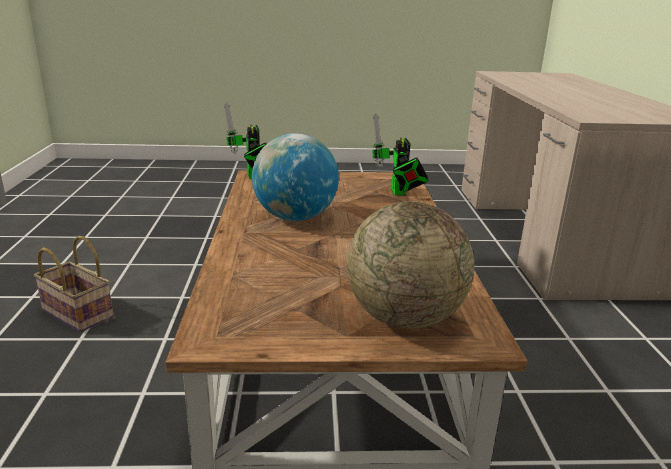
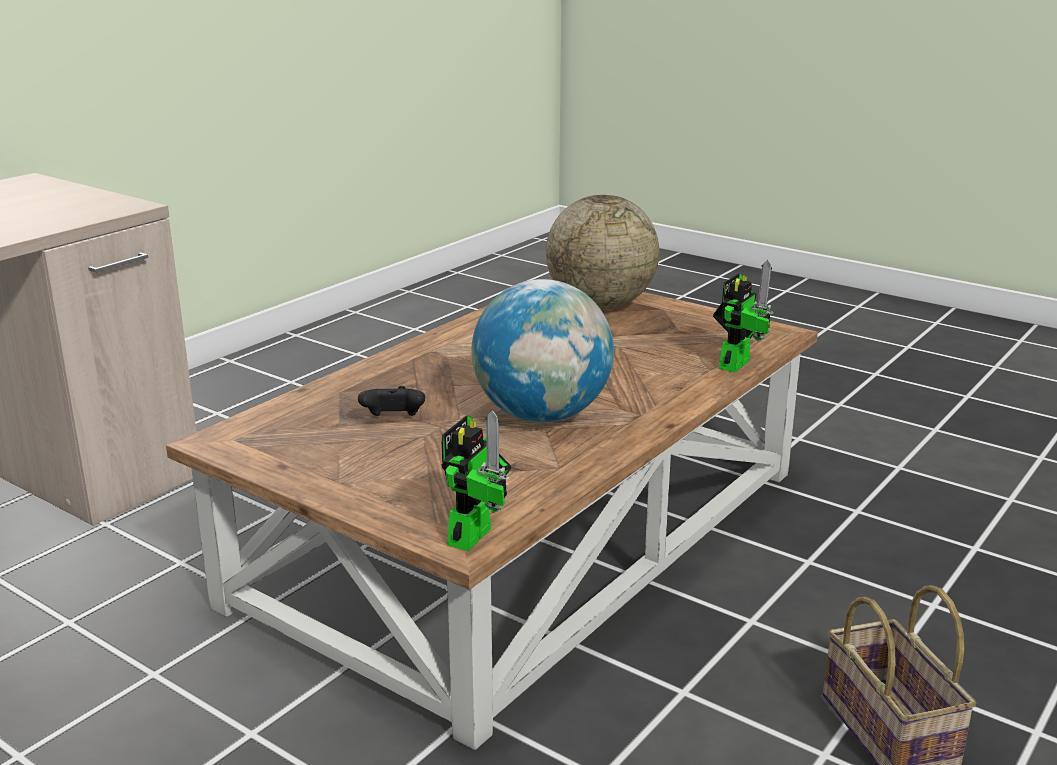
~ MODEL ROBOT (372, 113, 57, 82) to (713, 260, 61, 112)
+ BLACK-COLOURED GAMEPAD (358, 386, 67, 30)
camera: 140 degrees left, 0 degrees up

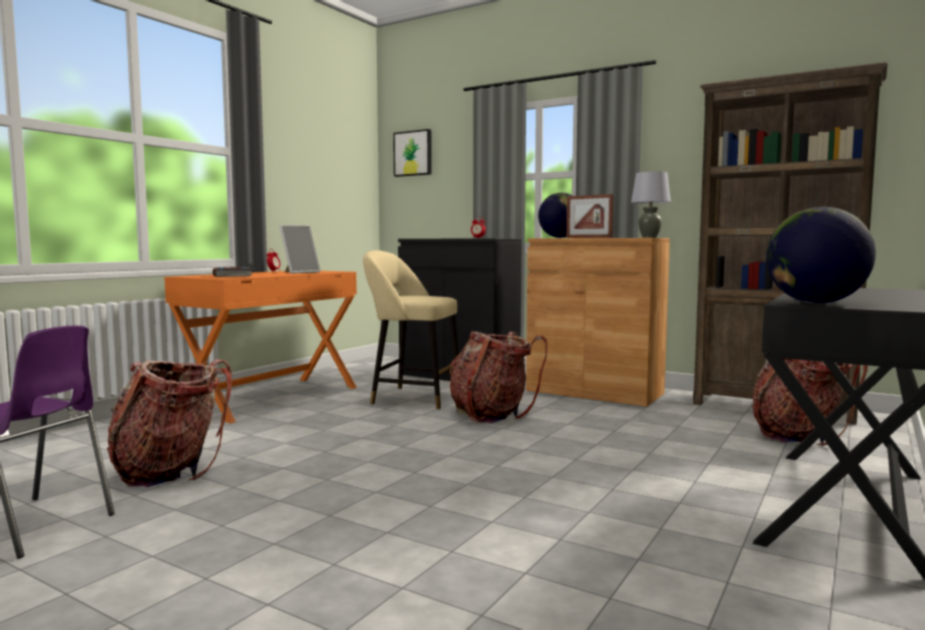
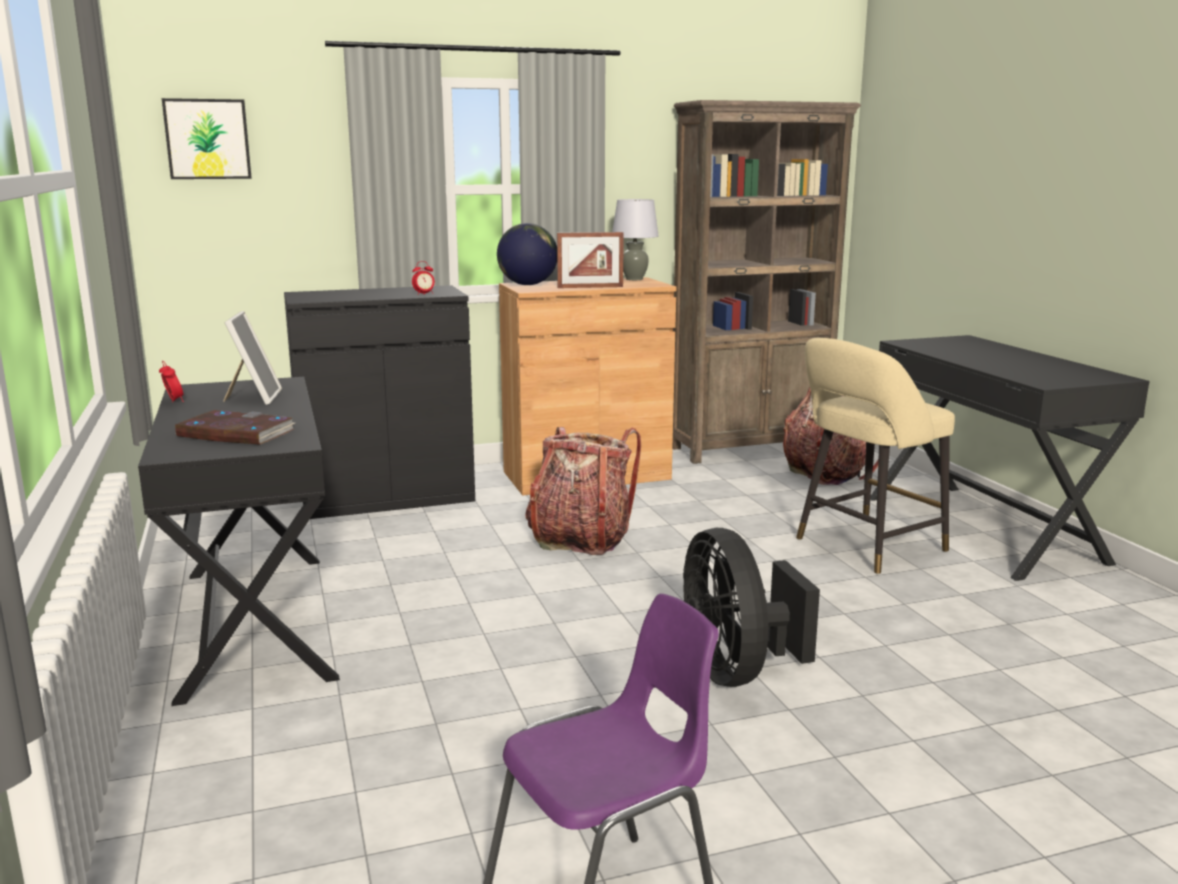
- KNAPSACK (107, 359, 125, 128)
~ ORANGE-COLOURED DESK TABLE (164, 271, 193, 152) to BLACK-COLOURED DESK TABLE (138, 377, 202, 329)
~ SAND-COLOURED STOOL (363, 250, 96, 160) to (796, 338, 159, 236)
- WORLD GLOBE (766, 207, 110, 97)
+ BLACK-COLOURED ELECTRIC FAN (683, 528, 137, 159)
camera: 50 degrees left, 10 degrees up

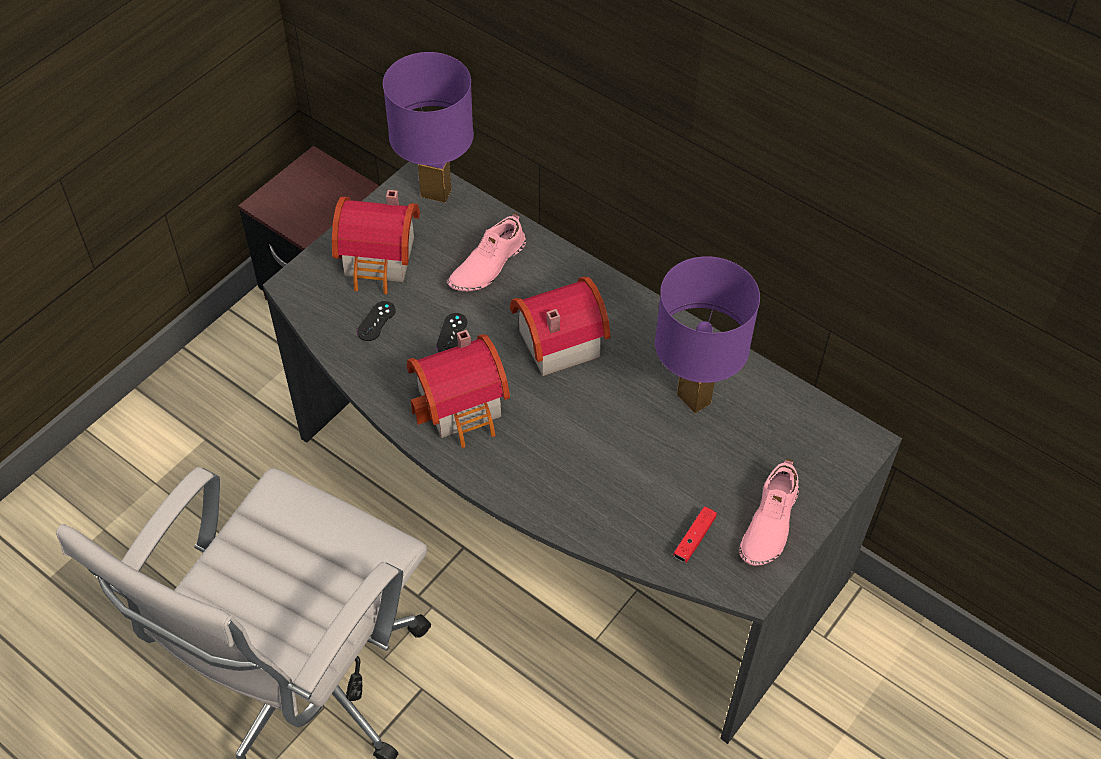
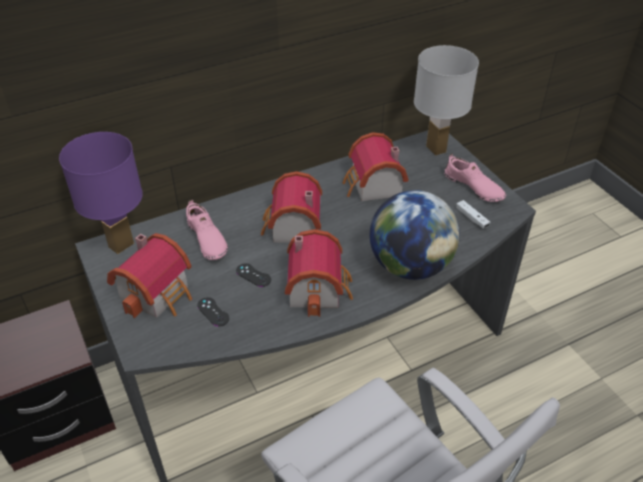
~ PURPLE-COLOURED LAMP FOR A TABLE (655, 256, 105, 157) to MINIATURE HOUSE (342, 132, 67, 69)
~ REDDISH GAMEPAD (673, 506, 44, 57) to WHITE-COLOURED GAMEPAD (456, 200, 34, 29)
+ WORLD GLOBE (370, 190, 90, 90)
+ WHITE-COLOURED LAMP FOR A TABLE (414, 45, 65, 111)
camera: 65 degrees left, 10 degrees down

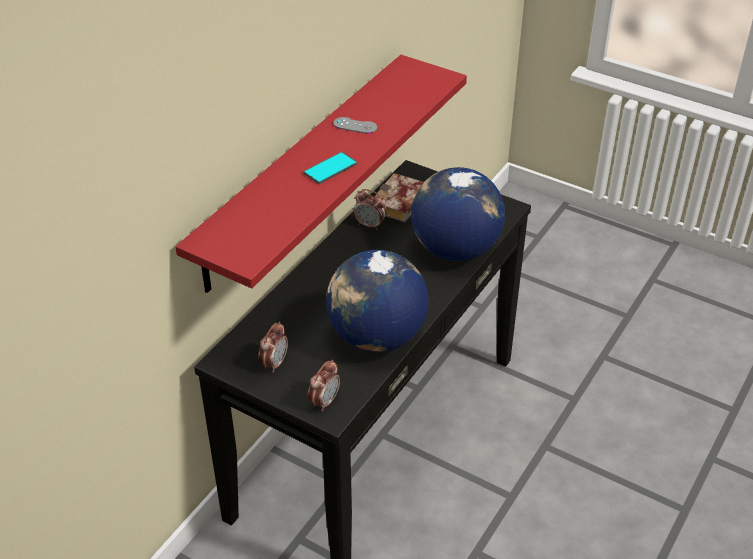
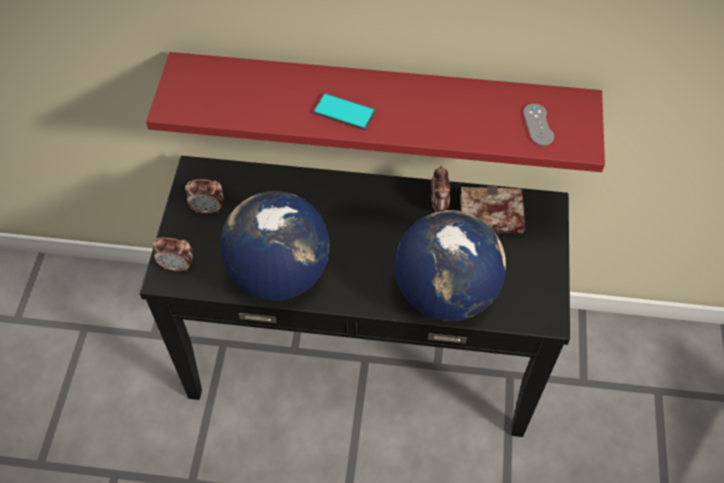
~ GREY GAMEPAD (334, 117, 43, 17) to (523, 104, 31, 42)
camera: 65 degrees right, 15 degrees up

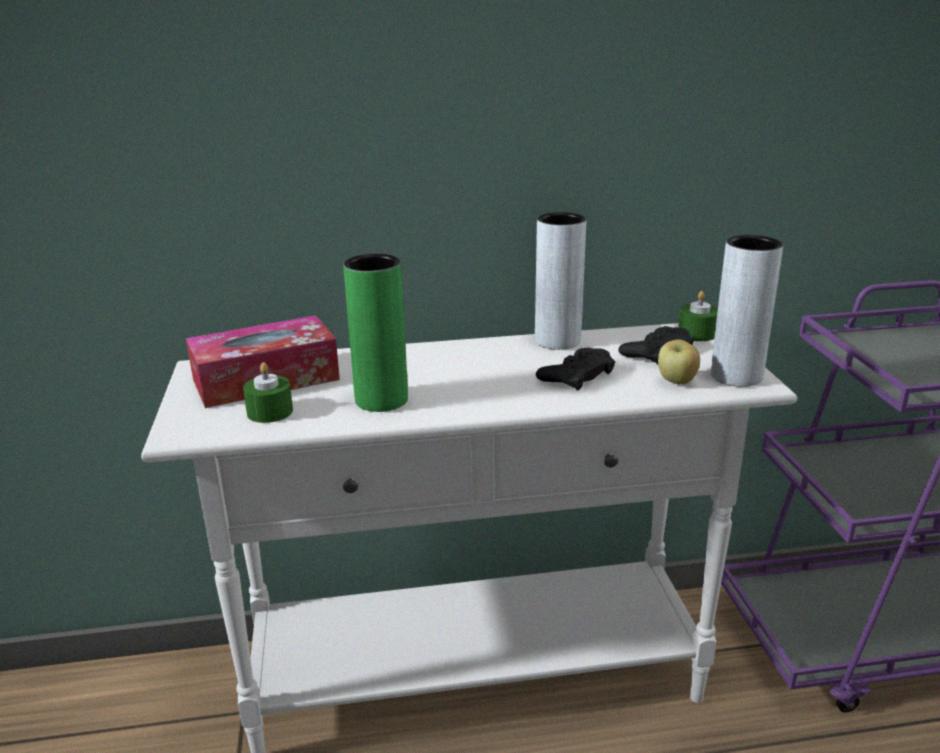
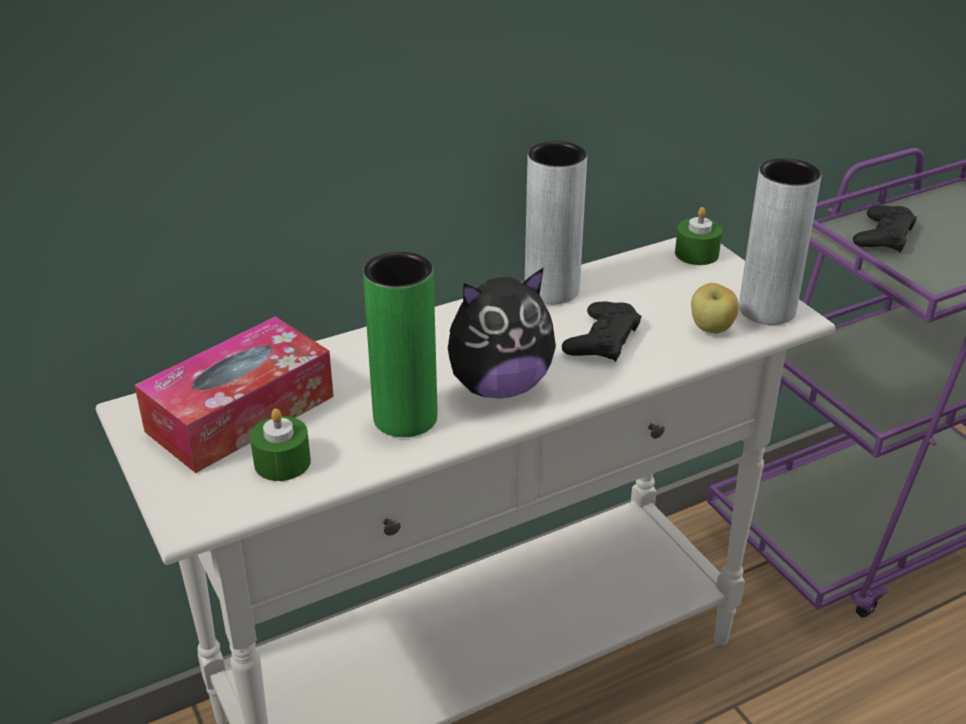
~ BLACK-COLOURED GAMEPAD (618, 326, 76, 38) to (853, 206, 64, 47)
+ PLUSH TOY (448, 267, 108, 132)
camera: 20 degrees left, 10 degrees up

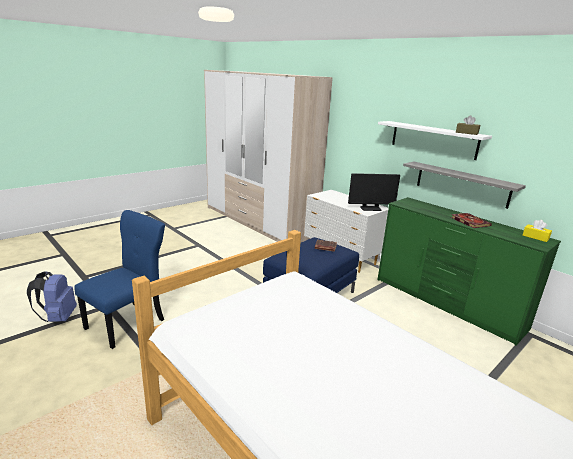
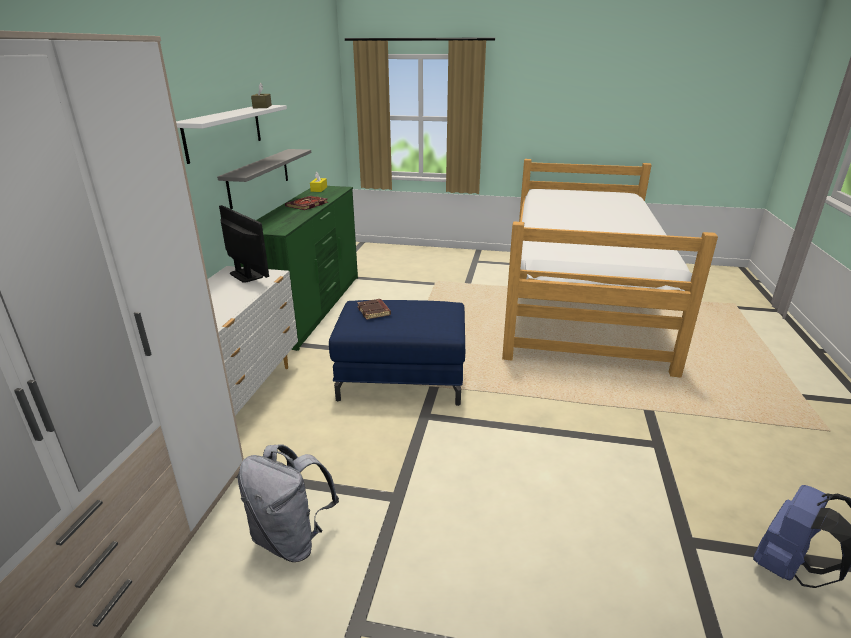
- BLUE-COLOURED CHAIR (74, 210, 91, 139)
+ GREY KNAPSACK (238, 444, 101, 118)
camera: 125 degrees left, 5 degrees up

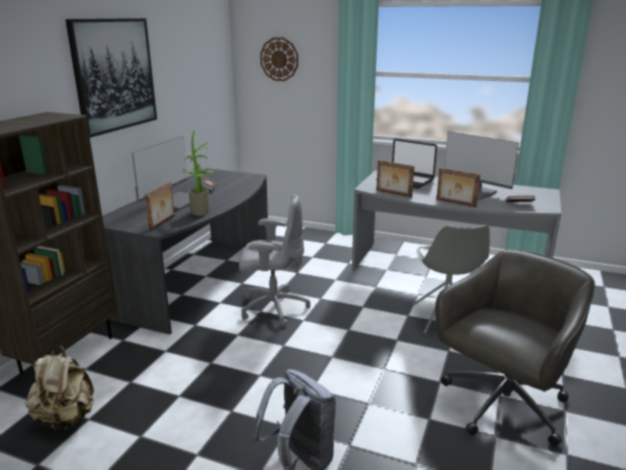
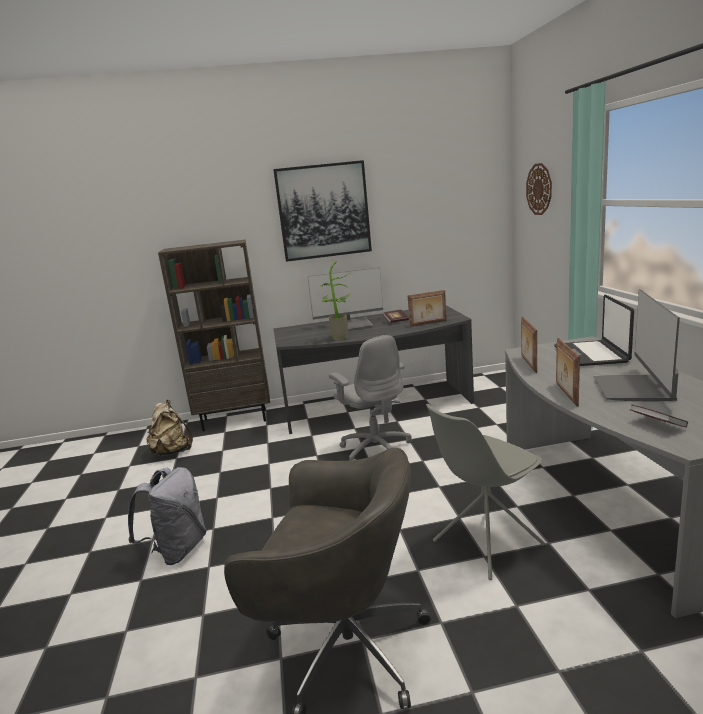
~ PICTURE FRAME (144, 182, 31, 49) to (408, 290, 39, 37)
camera: 60 degrees right, 5 degrees down

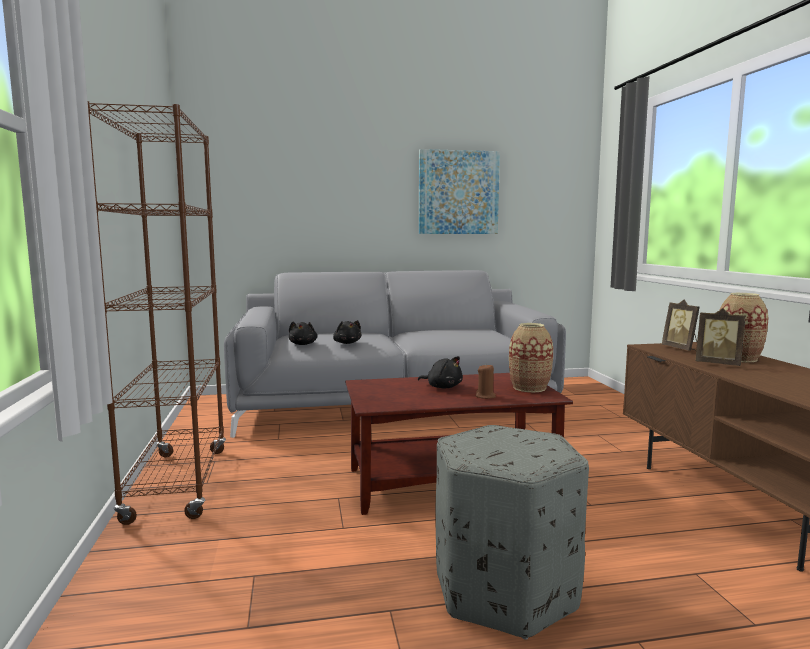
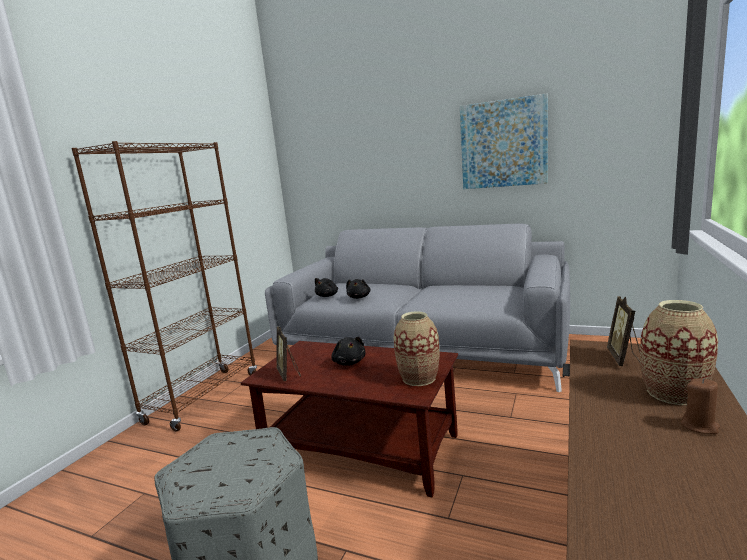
~ BROWN-COLOURED WAX CANDLE (476, 365, 20, 34) to (680, 378, 40, 56)
~ PICTURE FRAME (695, 308, 51, 58) to (277, 327, 24, 54)
camera: 35 degrees right, 5 degrees up

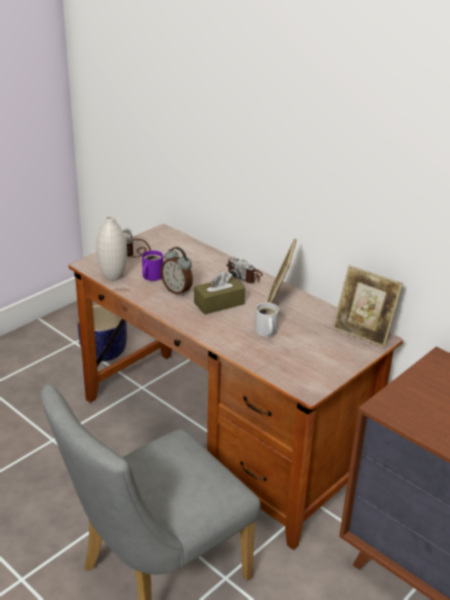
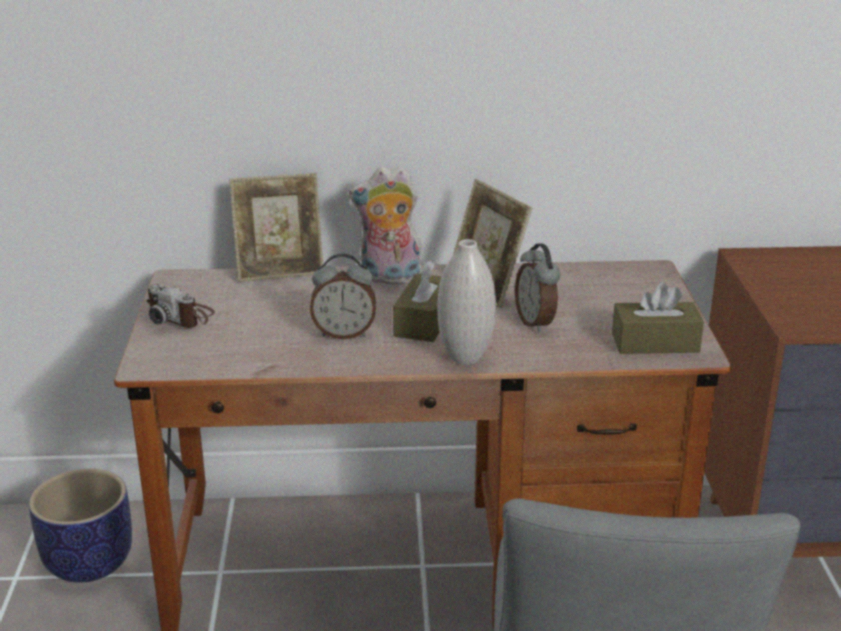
~ WHITE-COLOURED FLOWER VASE (96, 216, 31, 65) to (437, 239, 59, 126)
- PURPLE-COLOURED COFFEE MUG (142, 250, 21, 31)
~ PHOTO CAMERA (226, 257, 37, 26) to PLUSH TOY (349, 166, 73, 118)
~ WHITE-COLOURED COFFEE MUG (255, 303, 24, 34) to BEDSIDE CLOCK (515, 243, 45, 90)
~ PICTURE FRAME (332, 265, 71, 83) to (229, 173, 94, 109)
+ BROWN-COLOURED TISSUE BOX (612, 282, 92, 72)
camera: 45 degrees left, 5 degrees down

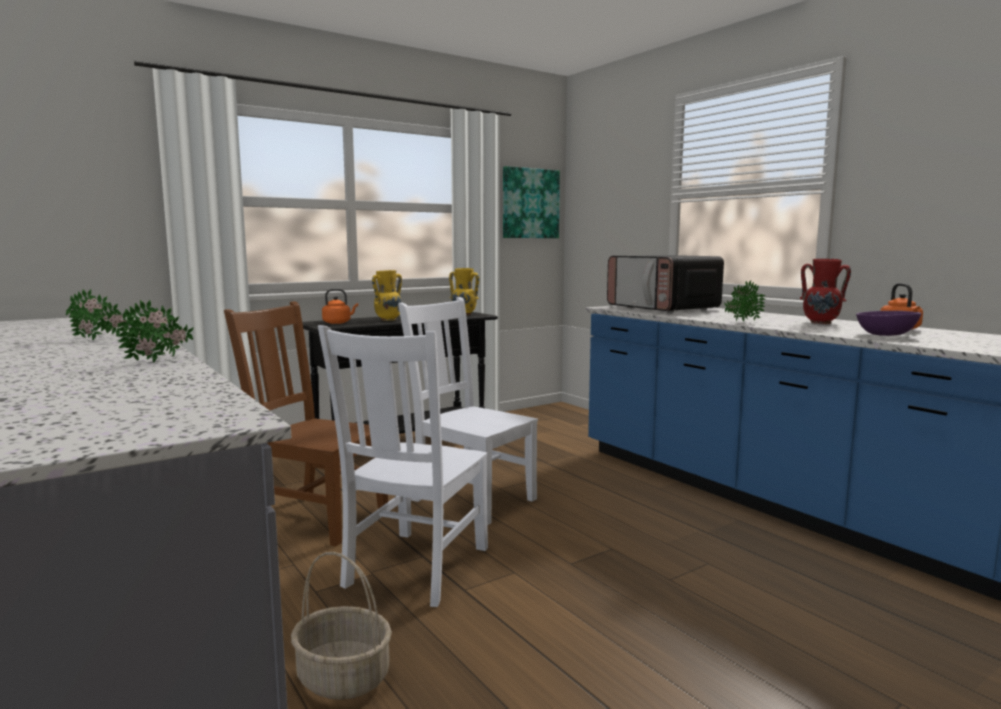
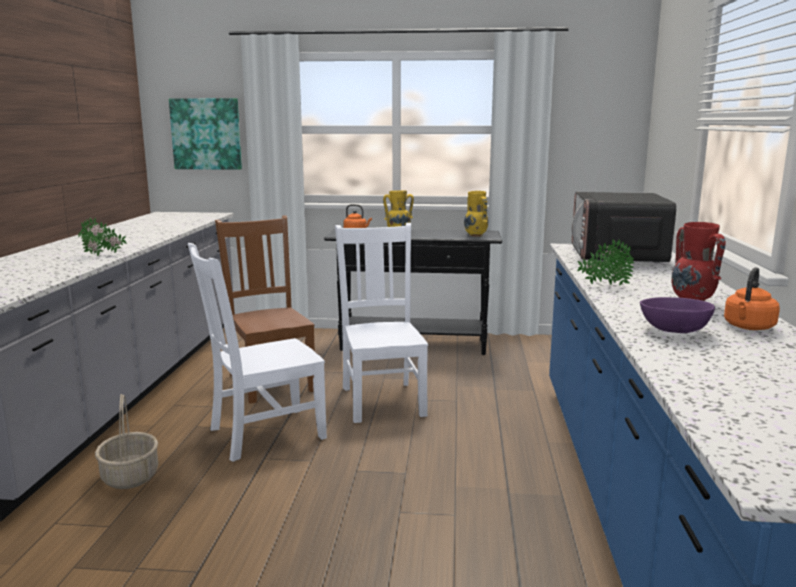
- POTTED PLANT (66, 289, 66, 51)
~ WALL ART (503, 166, 57, 72) to (169, 98, 73, 72)
camera: 40 degrees right, 5 degrees up

